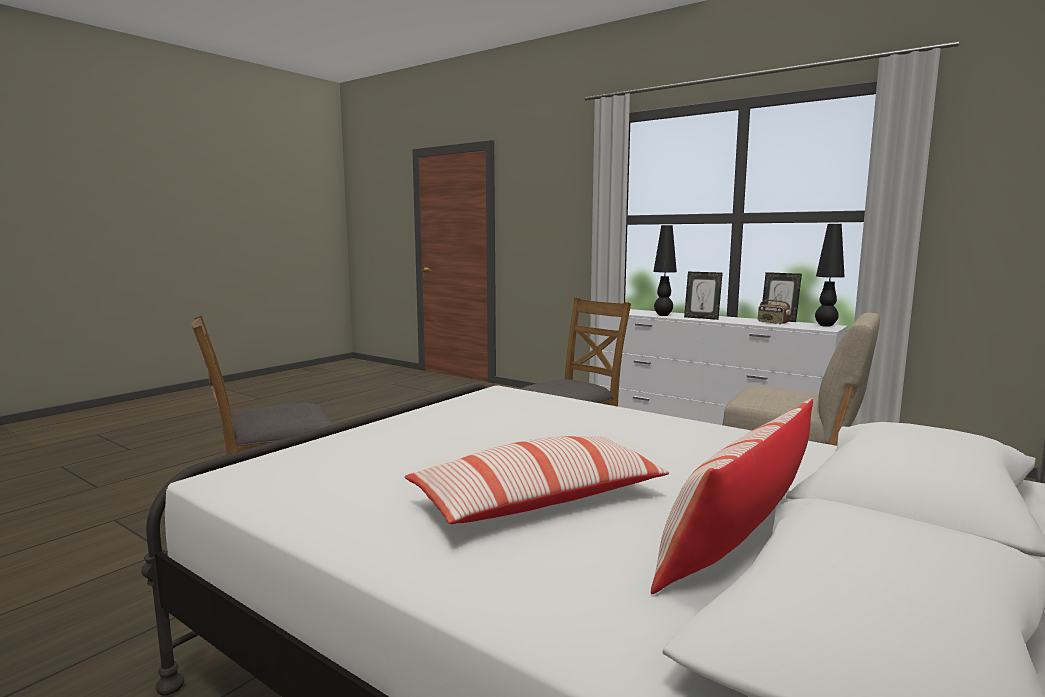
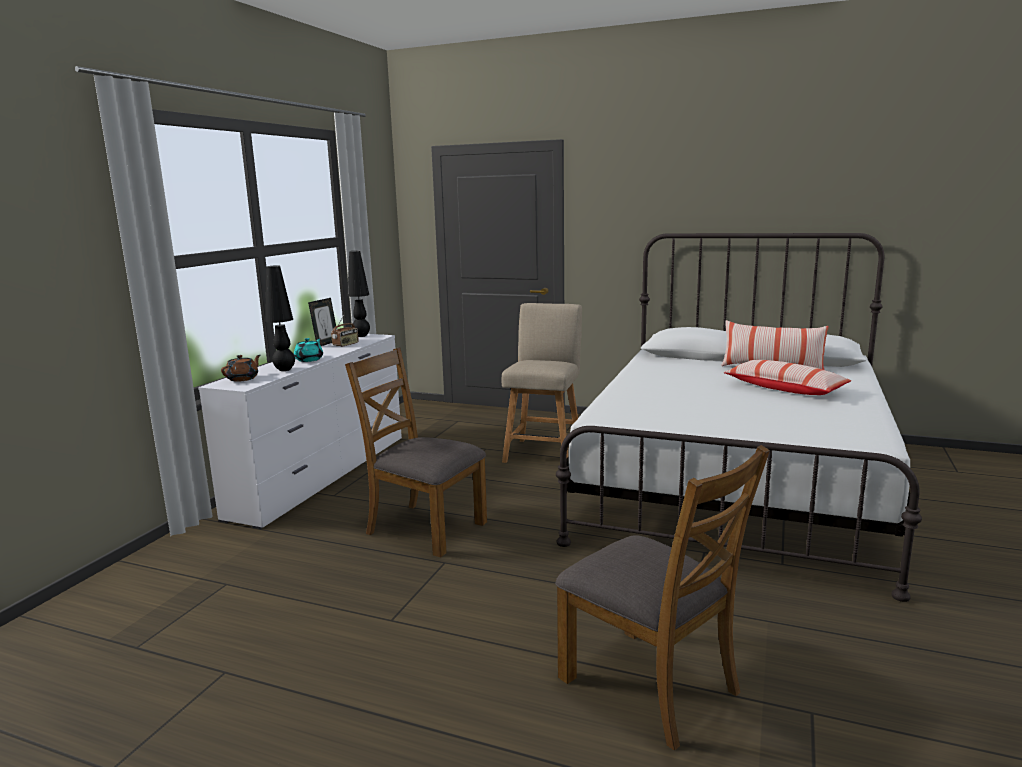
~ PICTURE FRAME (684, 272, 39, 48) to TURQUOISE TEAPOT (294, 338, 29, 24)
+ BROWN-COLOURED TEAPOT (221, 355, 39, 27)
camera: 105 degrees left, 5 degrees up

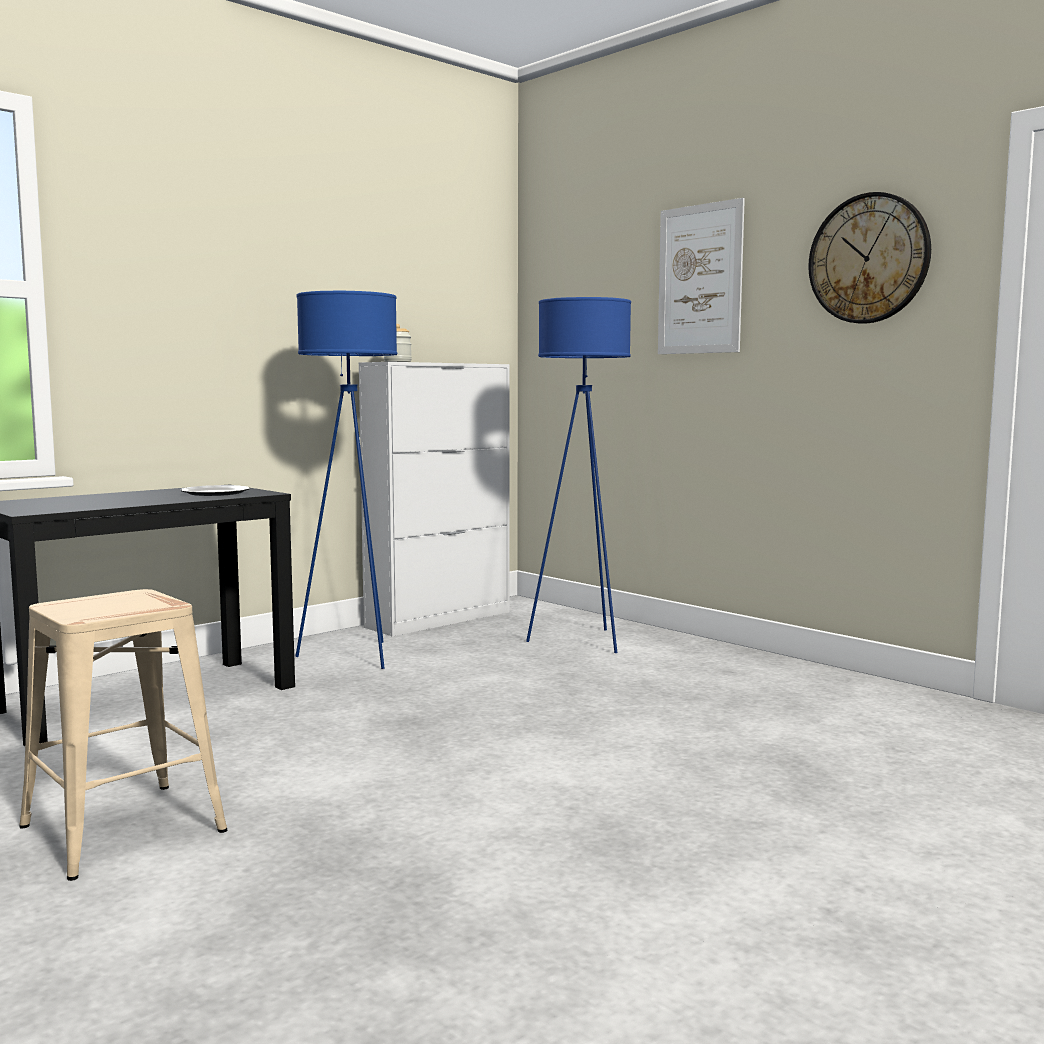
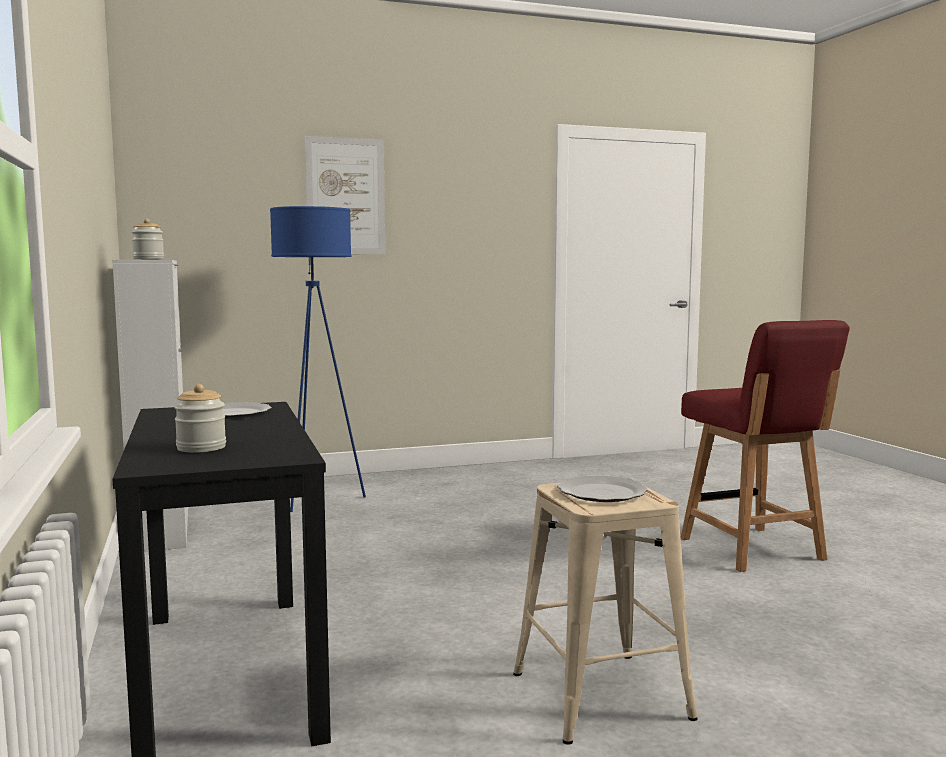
- BLUE-COLOURED FLOOR LAMP (295, 291, 102, 378)
- WALL CLOCK (808, 192, 123, 132)
+ STORAGE JAR (174, 384, 52, 69)
+ FLAT DISH (557, 476, 91, 26)
+ REDDISH CHAIR (680, 320, 170, 252)
camera: 65 degrees left, 0 degrees up

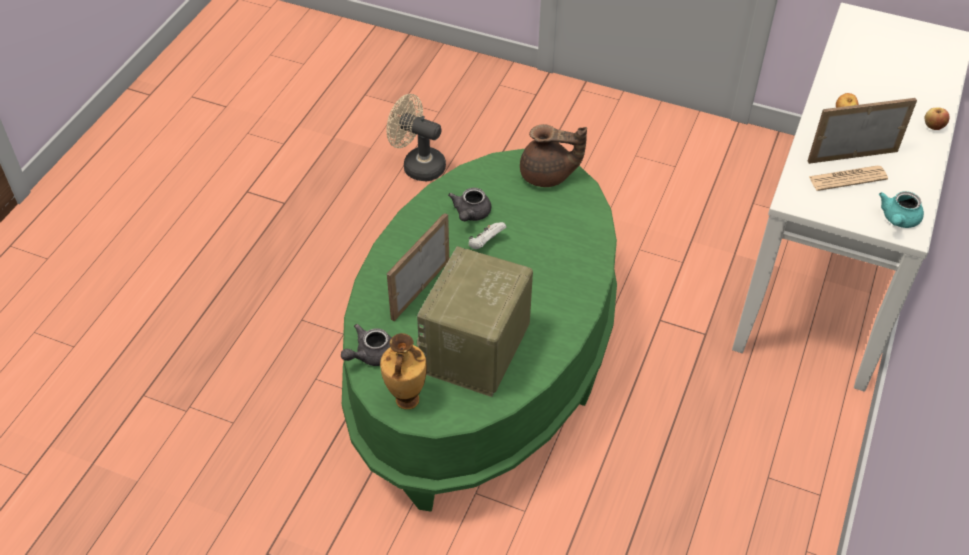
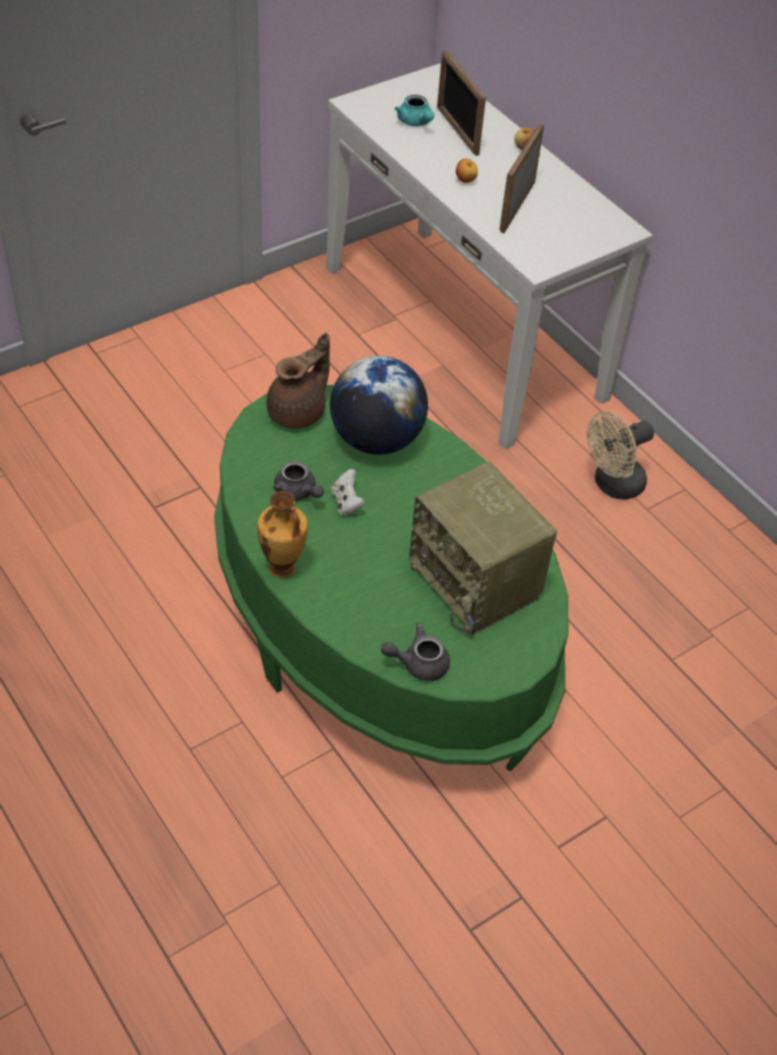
~ GREY TEAPOT (341, 324, 51, 42) = (381, 623, 69, 58) 90 degrees clockwise
~ FLOWER VASE (380, 333, 47, 76) to (258, 491, 50, 87)
~ SAND-COLOURED ELECTRIC FAN (386, 94, 60, 88) to (587, 411, 67, 88)
~ PICTURE FRAME (387, 213, 62, 108) to (437, 50, 49, 106)
- NEWSPAPER (808, 165, 80, 26)
~ TURQUOISE TEAPOT (879, 191, 45, 37) to (395, 94, 39, 32)
+ WORLD GLOBE (330, 356, 98, 99)
camera: 60 degrees left, 0 degrees up

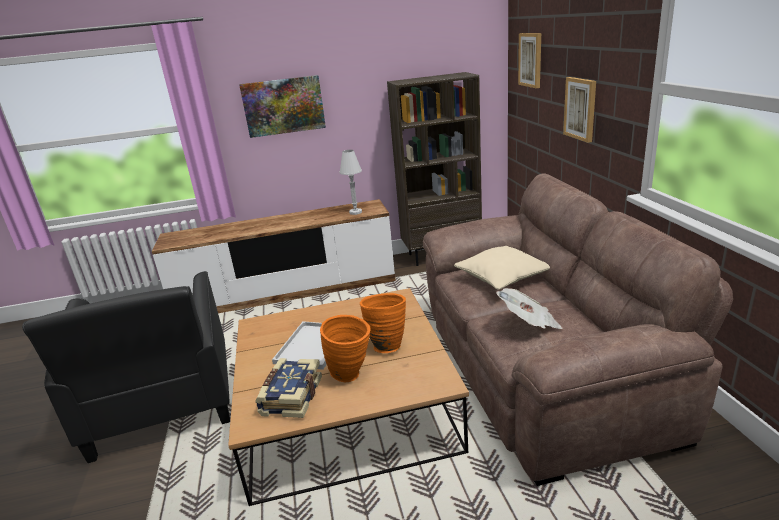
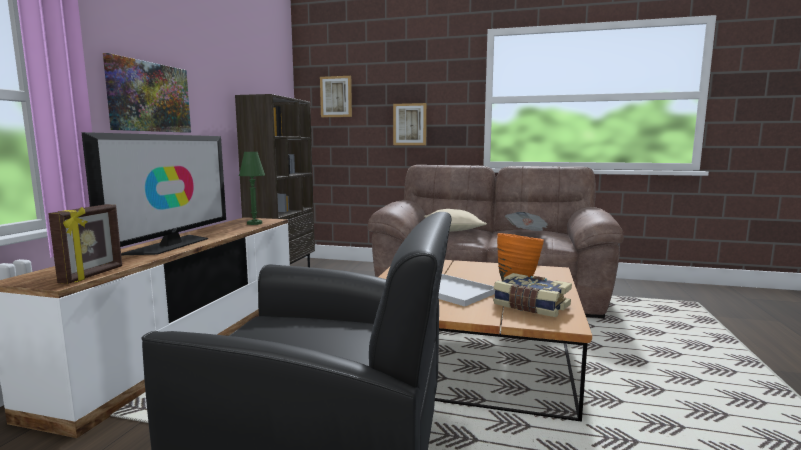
~ WHITE-COLOURED LAMP FOR A TABLE (339, 150, 23, 65) to GREEN LAMP FOR A TABLE (239, 152, 26, 73)
- ORANGE-COLOURED FLOWER VASE (360, 293, 46, 60)
+ PICTURE FRAME (48, 204, 74, 80)
+ TV (81, 132, 145, 123)
camera: 65 degrees left, 15 degrees down

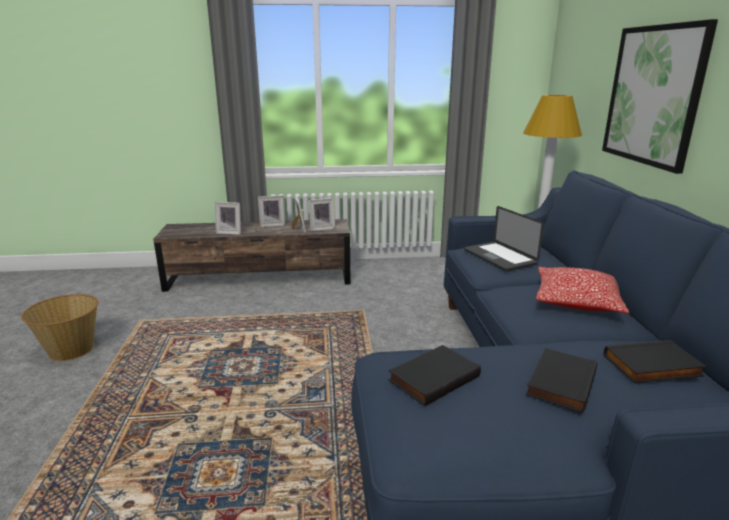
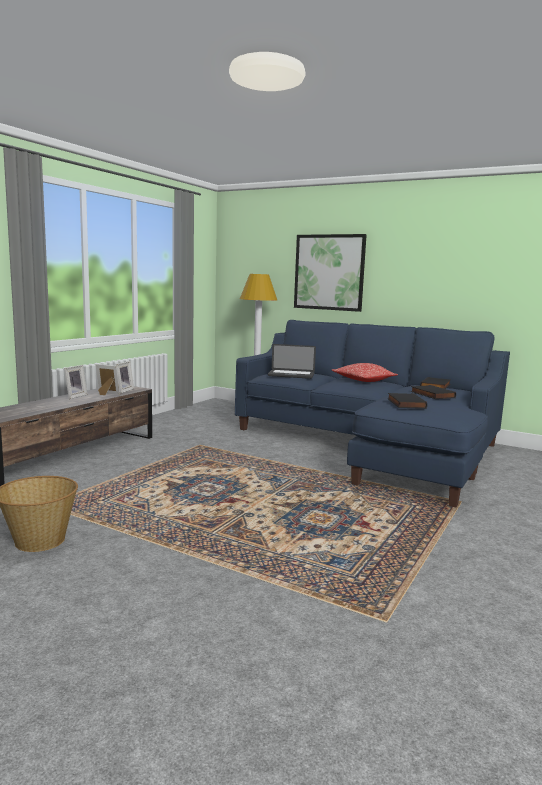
- PICTURE FRAME (215, 202, 26, 33)
camera: 55 degrees left, 10 degrees down

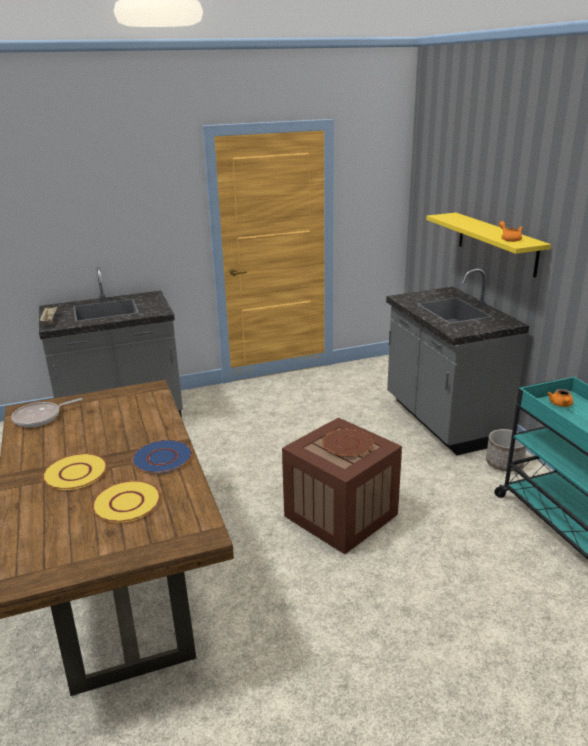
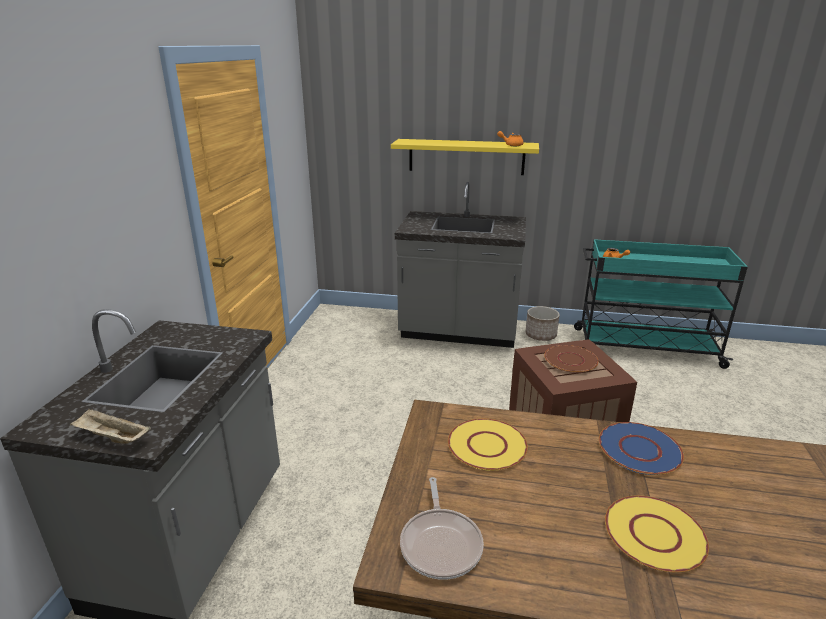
~ YELLOW-COLOURED FLAT DISH (92, 481, 69, 42) to (448, 419, 80, 52)
camera: 60 degrees left, 0 degrees up

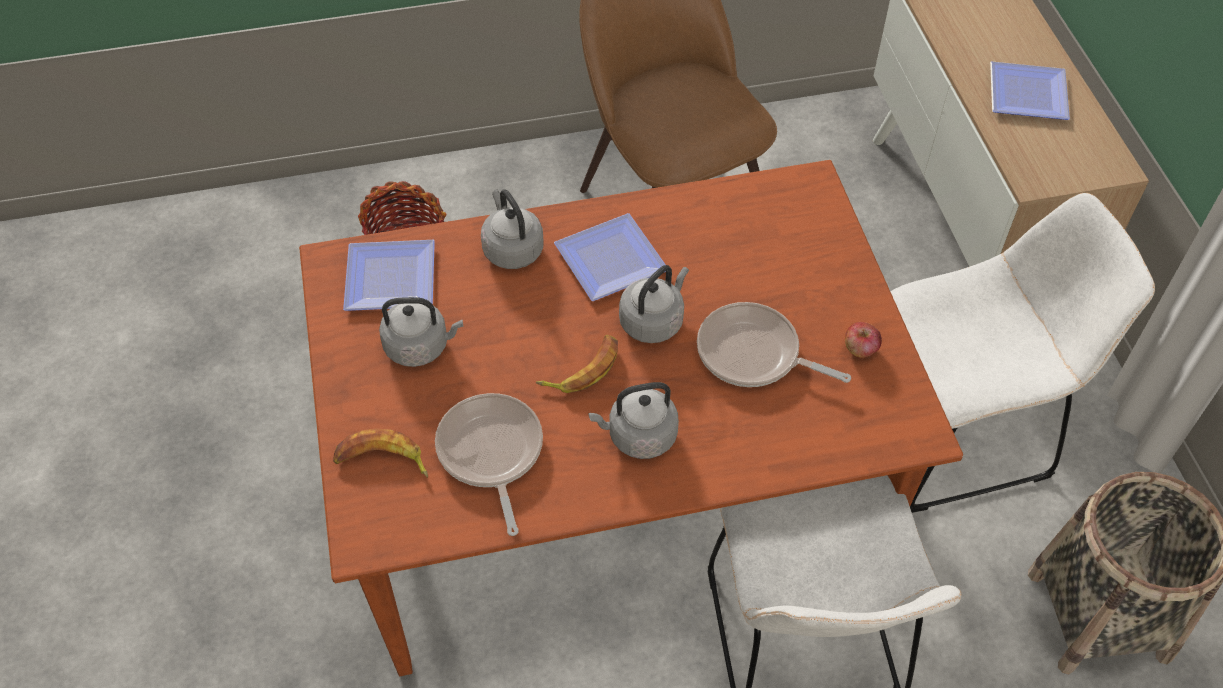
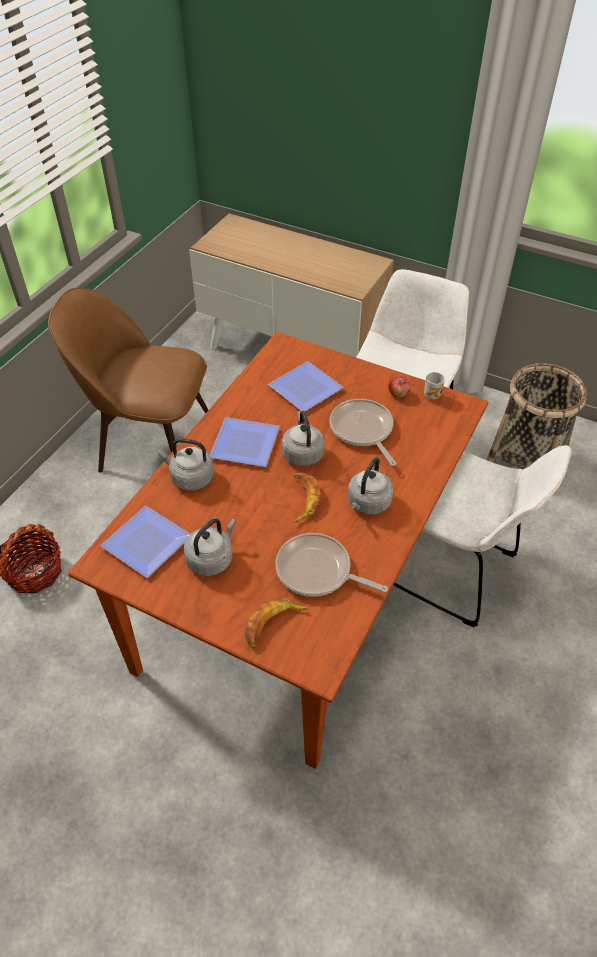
~ SKILLET (697, 302, 154, 85) = (330, 399, 67, 67) 90 degrees clockwise
~ FLAT DISH (990, 61, 80, 59) to (268, 361, 76, 50)
+ COFFEE MUG (424, 372, 21, 28)
camera: 50 degrees left, 5 degrees down

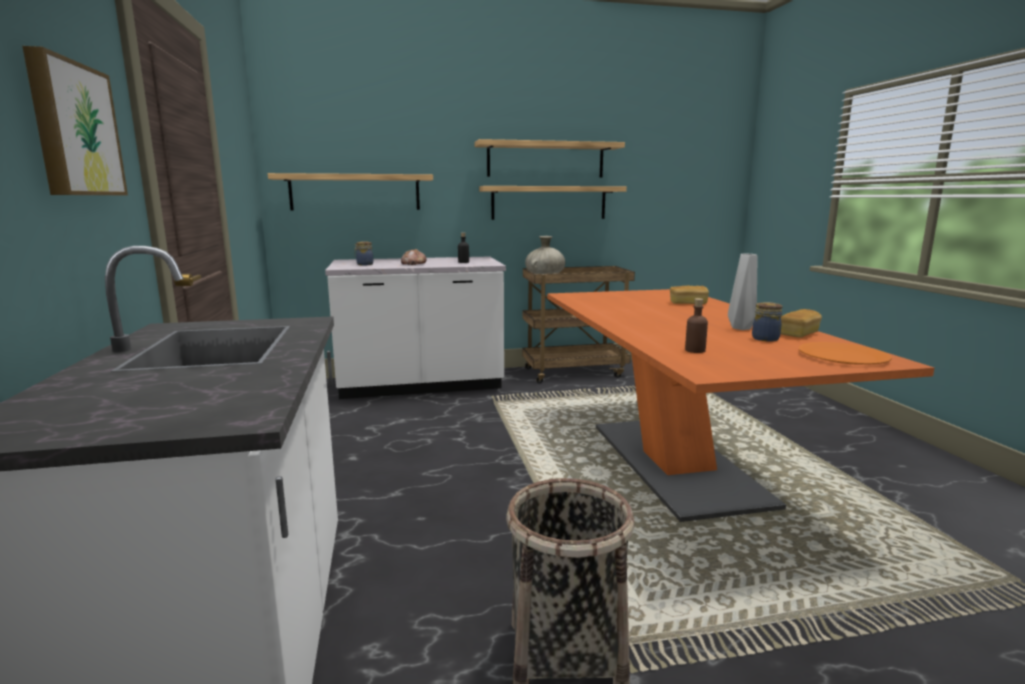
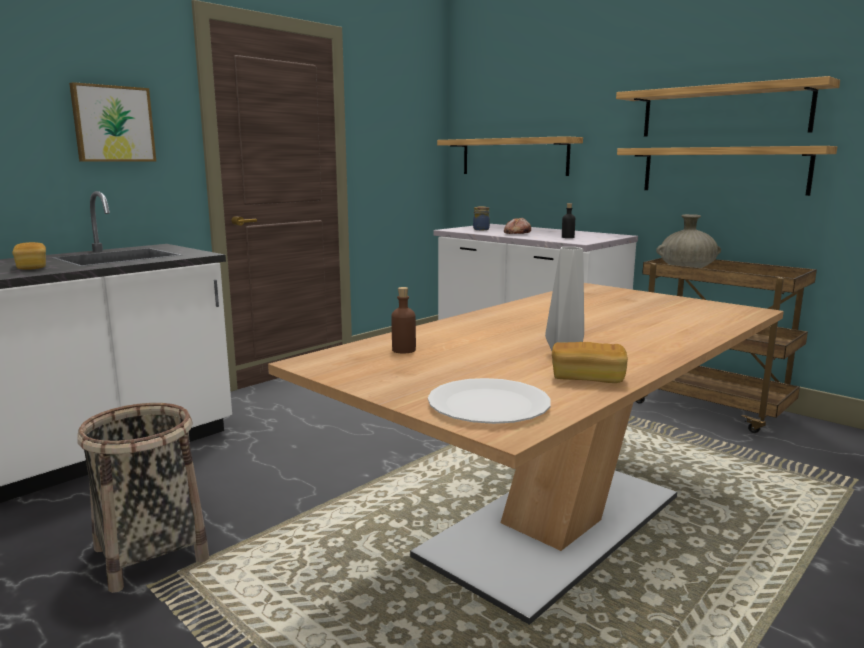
~ ORANGE-COLOURED DINING TABLE (547, 289, 387, 233) to SAND-COLOURED DINING TABLE (268, 283, 516, 342)
~ BAKERY BREAD (670, 286, 39, 18) to (12, 242, 34, 28)
- STORAGE JAR (752, 302, 31, 40)
~ ORANGE-COLOURED FLAT DISH (799, 342, 93, 23) to WHITE-COLOURED FLAT DISH (428, 378, 123, 46)
camera: 55 degrees right, 0 degrees up

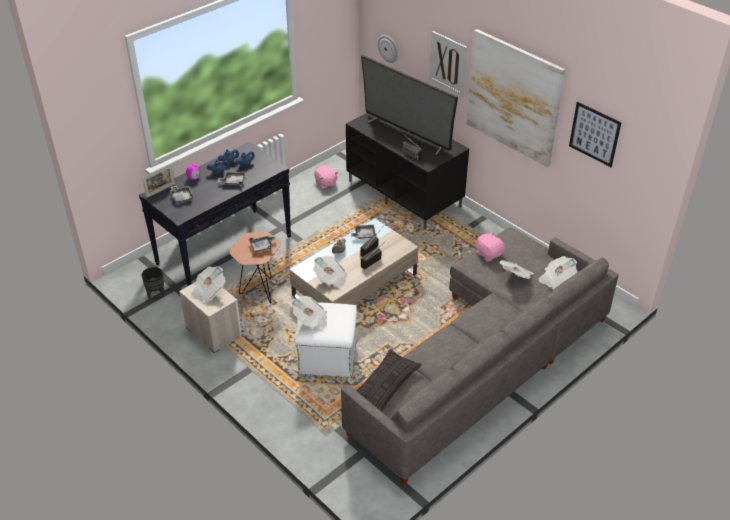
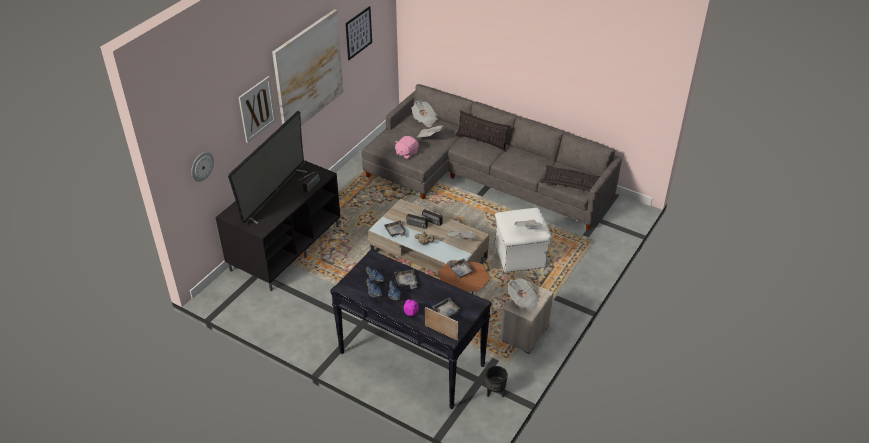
- PINKISH PLUSH TOY (314, 166, 24, 24)
+ CUSHION (455, 110, 55, 41)
camera: 105 degrees left, 0 degrees up

